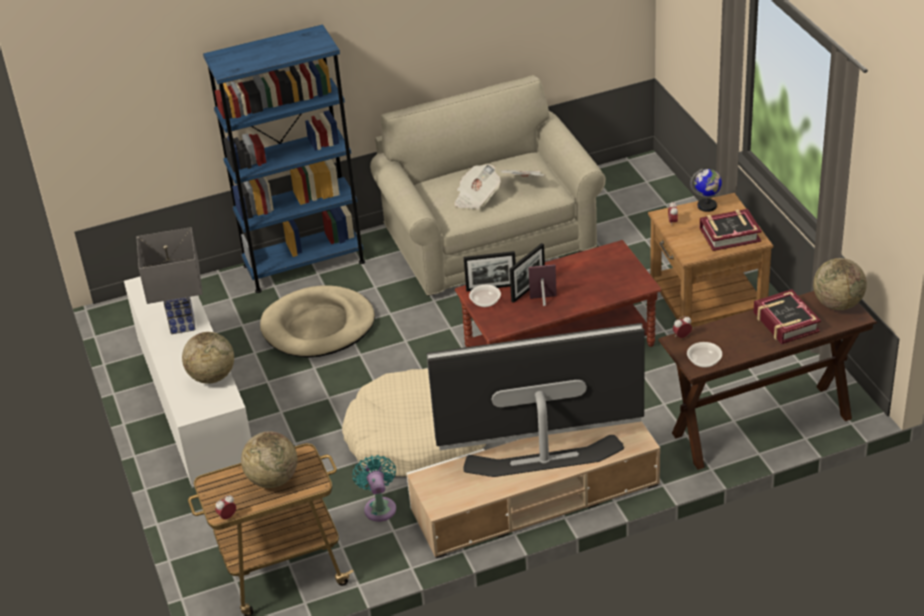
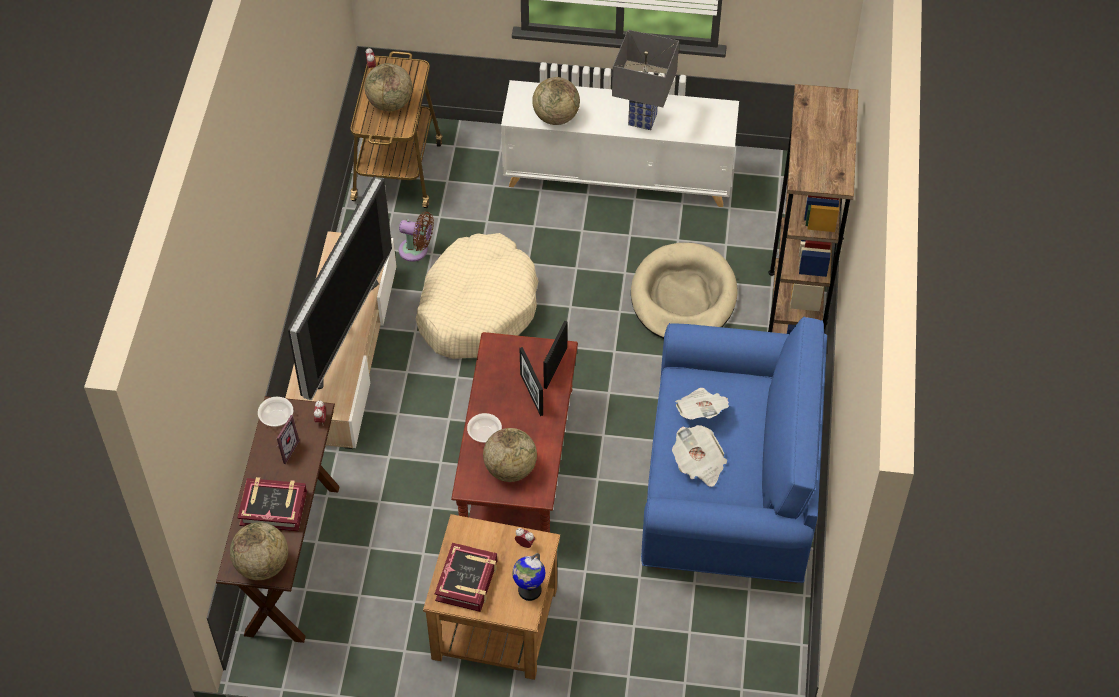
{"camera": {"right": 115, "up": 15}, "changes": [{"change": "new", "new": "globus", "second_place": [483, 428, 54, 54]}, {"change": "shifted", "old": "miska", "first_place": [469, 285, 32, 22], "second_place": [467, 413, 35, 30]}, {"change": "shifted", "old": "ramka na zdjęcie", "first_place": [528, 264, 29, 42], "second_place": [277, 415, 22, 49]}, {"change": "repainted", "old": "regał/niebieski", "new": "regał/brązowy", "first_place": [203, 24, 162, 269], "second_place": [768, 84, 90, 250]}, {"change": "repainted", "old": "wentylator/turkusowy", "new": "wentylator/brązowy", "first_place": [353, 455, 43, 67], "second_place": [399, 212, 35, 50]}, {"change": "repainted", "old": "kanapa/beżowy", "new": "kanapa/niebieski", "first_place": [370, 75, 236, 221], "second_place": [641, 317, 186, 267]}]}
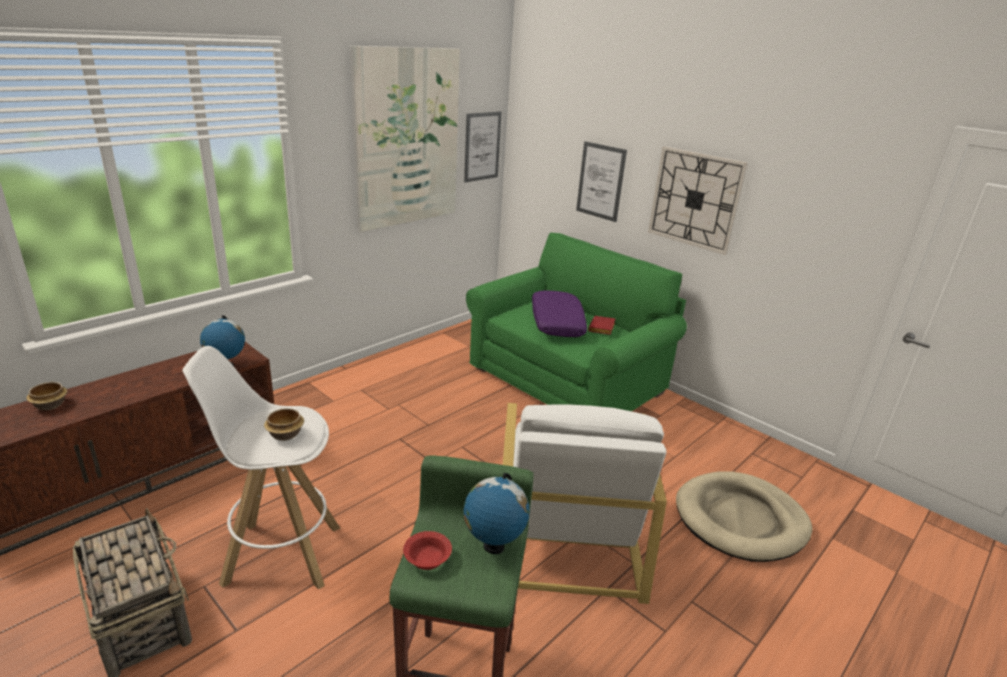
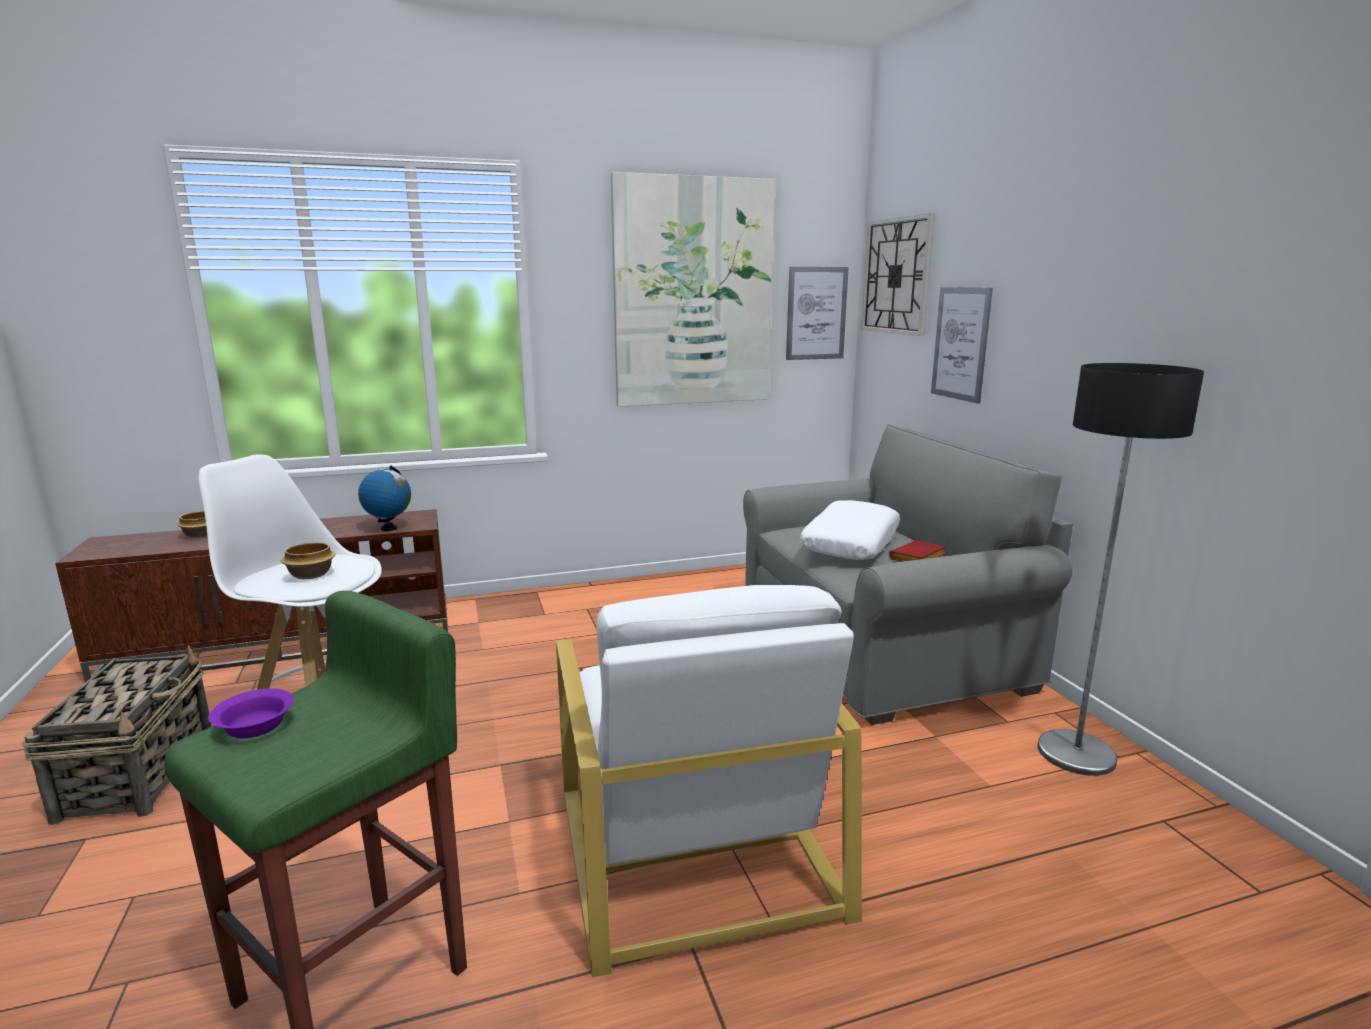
{"camera": {"right": 30, "up": -10}, "changes": [{"change": "gone", "old": "globus", "first_place": [464, 473, 66, 81]}, {"change": "gone", "old": "legowisko/beżowy", "first_place": [676, 471, 136, 91]}, {"change": "new", "new": "lampa stojąca", "second_place": [1038, 363, 166, 413]}, {"change": "shifted", "old": "zegar ścienny", "first_place": [648, 147, 100, 108], "second_place": [861, 213, 74, 123]}, {"change": "repainted", "old": "miska/czerwony", "new": "miska/fioletowy", "first_place": [403, 531, 49, 39], "second_place": [208, 689, 86, 49]}, {"change": "repainted", "old": "kanapa/zielony", "new": "kanapa/szary", "first_place": [466, 233, 221, 178], "second_place": [743, 425, 330, 300]}, {"change": "repainted", "old": "poduszka/fioletowy", "new": "poduszka/biały", "first_place": [532, 290, 55, 47], "second_place": [800, 500, 100, 60]}, {"change": "rotated", "old": "fotel/biały", "first_place": [503, 403, 164, 201], "second_place": [556, 585, 306, 392], "degrees": -45}]}
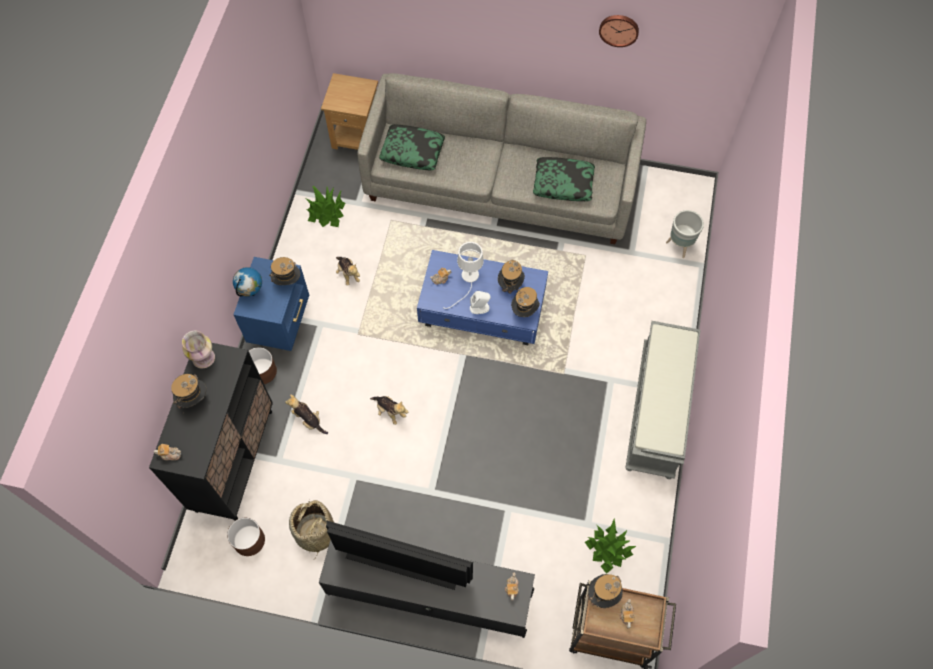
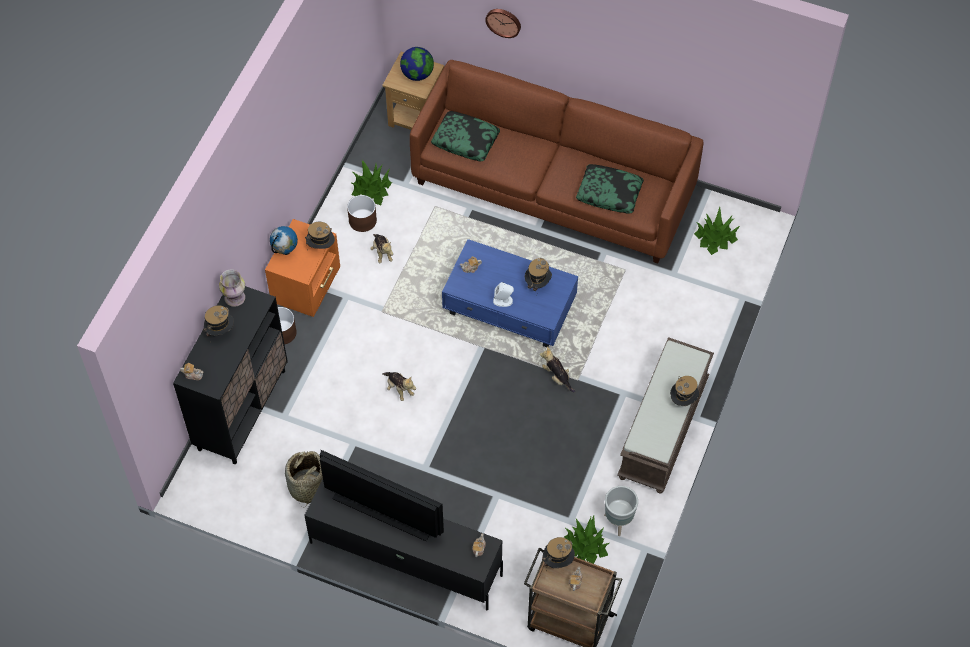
{"camera": {"right": 10, "up": -5}, "changes": [{"change": "gone", "old": "lampa stołowa/biały", "first_place": [443, 242, 41, 67]}, {"change": "new", "new": "globus", "second_place": [400, 47, 34, 34]}, {"change": "new", "new": "roślina doniczkowa", "second_place": [694, 207, 46, 48]}, {"change": "shifted", "old": "donica/brązowy", "first_place": [227, 518, 38, 38], "second_place": [347, 195, 30, 37]}, {"change": "shifted", "old": "pluszak", "first_place": [285, 394, 43, 40], "second_place": [540, 347, 35, 46]}, {"change": "shifted", "old": "kapelusz", "first_place": [511, 287, 29, 30], "second_place": [670, 376, 29, 30]}, {"change": "shifted", "old": "zegar ścienny", "first_place": [599, 15, 40, 32], "second_place": [485, 9, 36, 29]}, {"change": "shifted", "old": "donica/szary", "first_place": [666, 210, 38, 48], "second_place": [604, 486, 34, 50]}, {"change": "repainted", "old": "szafka nocna/niebieski", "new": "szafka nocna/pomarańczowy", "first_place": [233, 257, 76, 94], "second_place": [265, 219, 75, 98]}, {"change": "repainted", "old": "kanapa/szary", "new": "kanapa/brązowy", "first_place": [357, 73, 289, 171], "second_place": [410, 60, 294, 204]}, {"change": "repainted", "old": "ławka/szary", "new": "ławka/brązowy", "first_place": [625, 321, 75, 158], "second_place": [617, 337, 97, 156]}]}
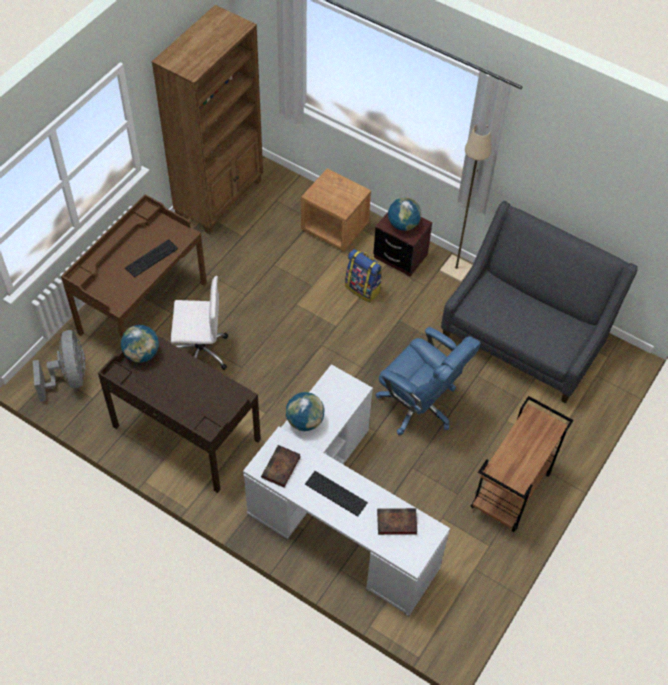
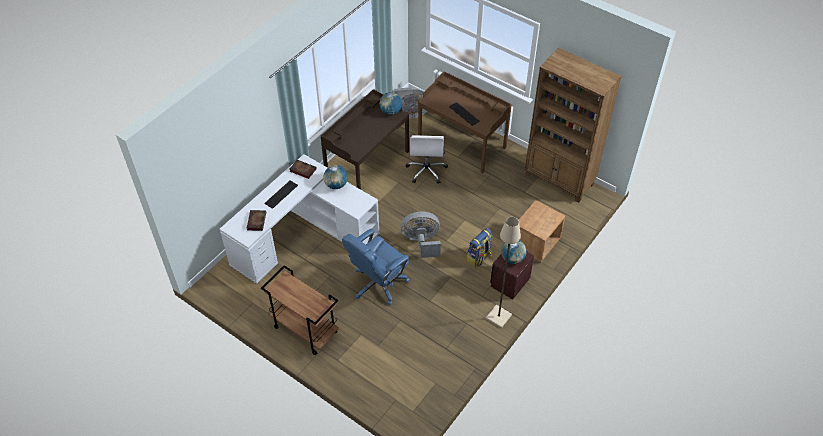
{"camera": {"right": 95, "up": -5}, "changes": [{"change": "gone", "old": "kanapa/szary", "first_place": [441, 201, 197, 203]}, {"change": "new", "new": "wentylator/szary", "second_place": [400, 212, 41, 46]}]}
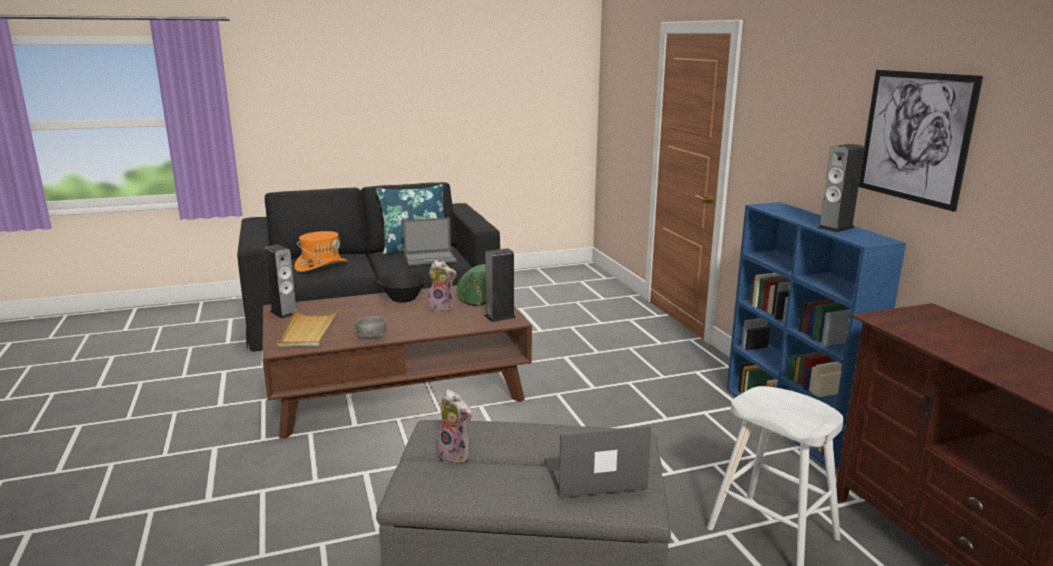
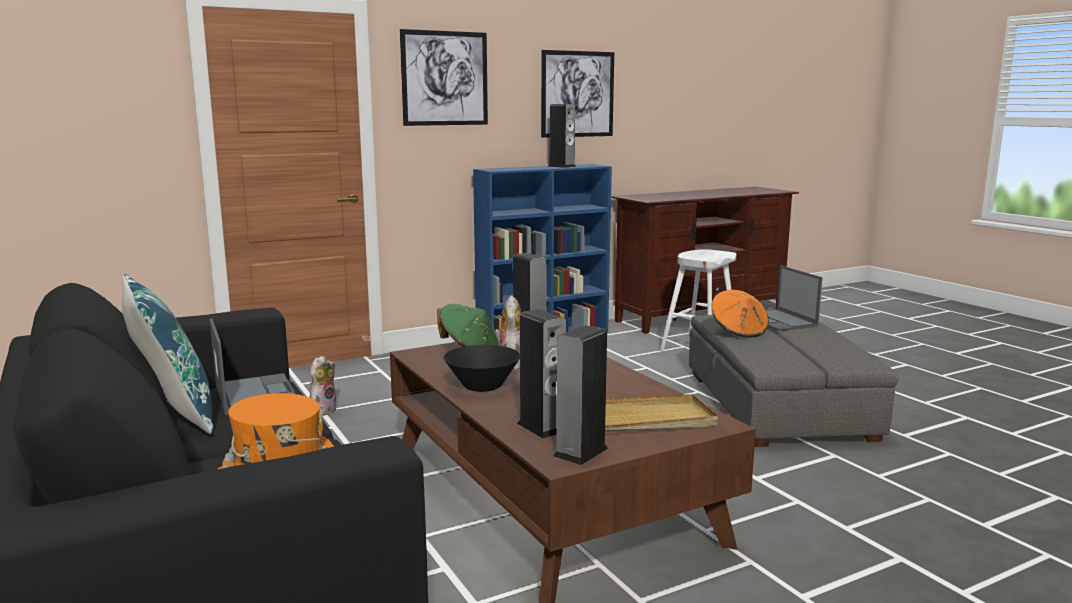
{"camera": {"right": -100, "up": -5}, "changes": [{"change": "gone", "old": "miska/szary", "first_place": [354, 316, 33, 23]}, {"change": "new", "new": "obraz", "second_place": [400, 29, 88, 97]}, {"change": "new", "new": "głośnik", "second_place": [517, 309, 49, 129]}, {"change": "new", "new": "kapelusz/pomarańczowy", "second_place": [712, 290, 57, 48]}, {"change": "shifted", "old": "pluszak", "first_place": [438, 389, 34, 76], "second_place": [310, 355, 26, 61]}]}
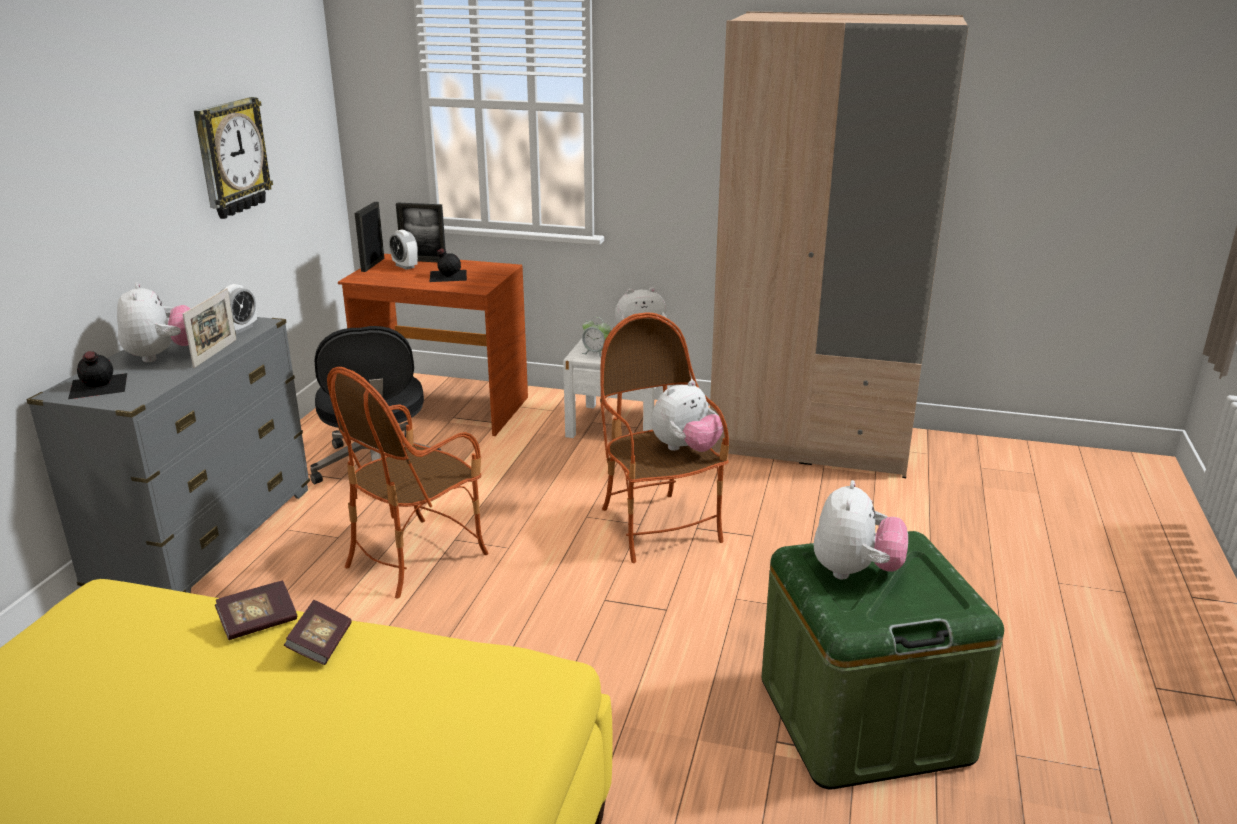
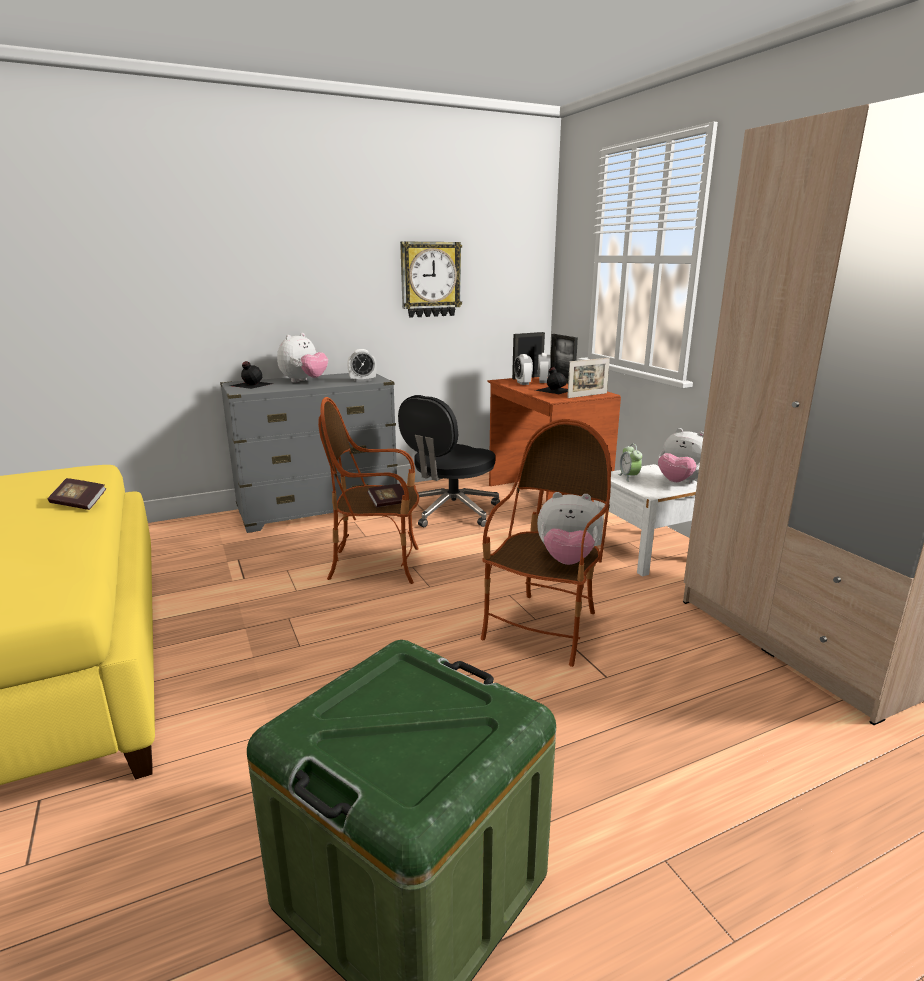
{"camera": {"right": 50, "up": -5}, "changes": [{"change": "gone", "old": "pluszak", "first_place": [814, 480, 94, 100]}, {"change": "new", "new": "budzik", "second_place": [514, 354, 19, 31]}, {"change": "shifted", "old": "ramka na zdjęcie", "first_place": [183, 288, 53, 80], "second_place": [567, 358, 43, 40]}, {"change": "shifted", "old": "książka", "first_place": [284, 600, 68, 65], "second_place": [367, 484, 38, 23]}]}
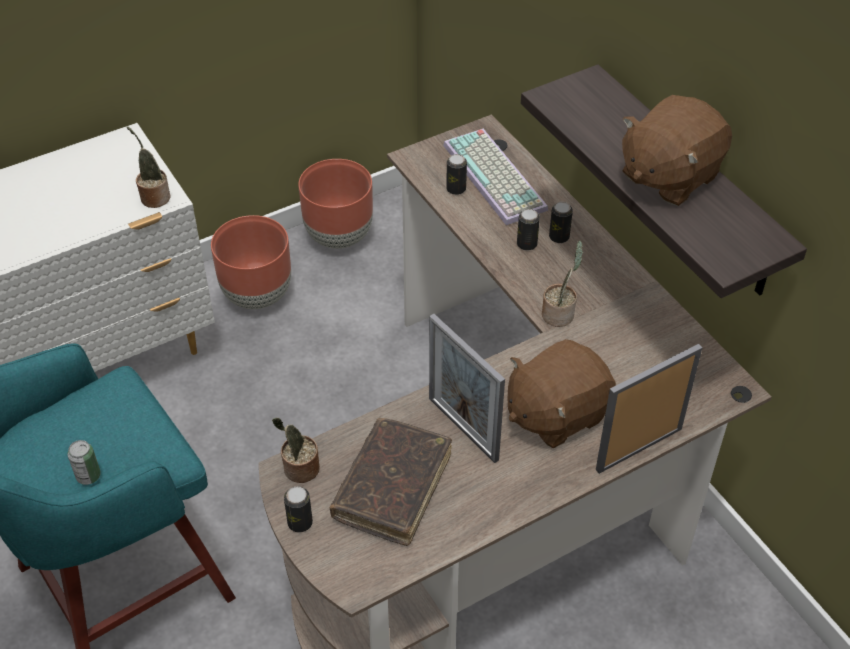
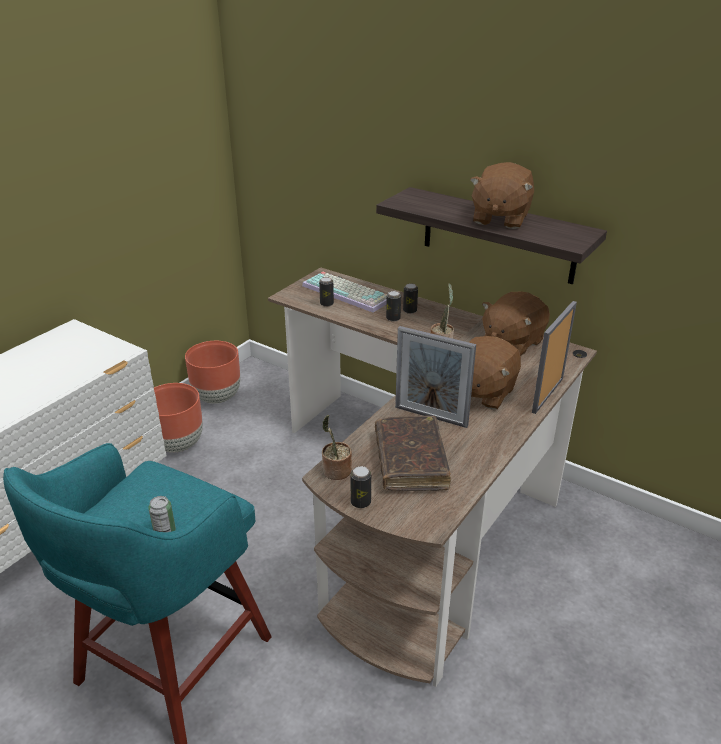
{"camera": {"right": -25, "up": -15}, "changes": [{"change": "gone", "old": "roślina doniczkowa", "first_place": [127, 126, 44, 82]}, {"change": "new", "new": "pluszak/brązowy", "second_place": [482, 291, 68, 65]}]}
